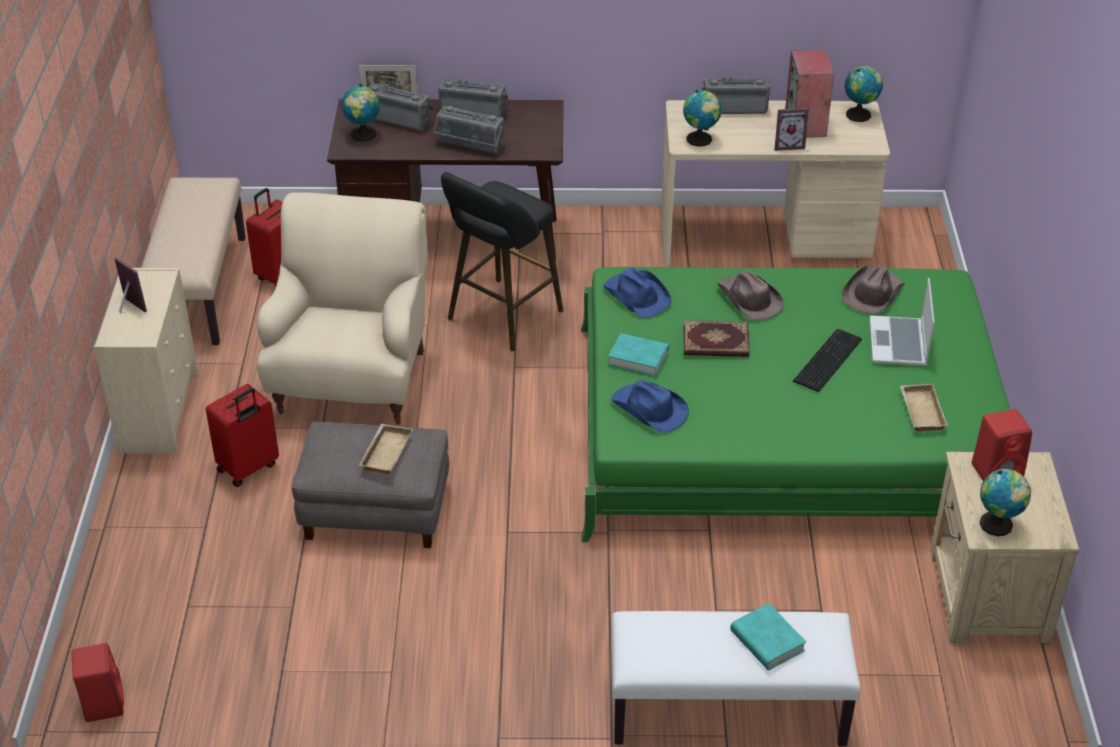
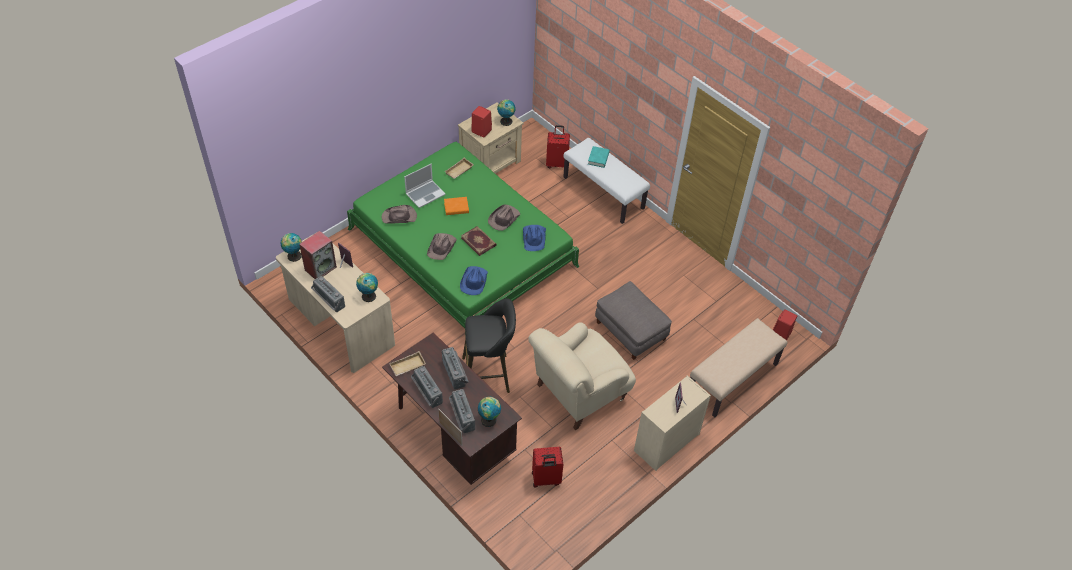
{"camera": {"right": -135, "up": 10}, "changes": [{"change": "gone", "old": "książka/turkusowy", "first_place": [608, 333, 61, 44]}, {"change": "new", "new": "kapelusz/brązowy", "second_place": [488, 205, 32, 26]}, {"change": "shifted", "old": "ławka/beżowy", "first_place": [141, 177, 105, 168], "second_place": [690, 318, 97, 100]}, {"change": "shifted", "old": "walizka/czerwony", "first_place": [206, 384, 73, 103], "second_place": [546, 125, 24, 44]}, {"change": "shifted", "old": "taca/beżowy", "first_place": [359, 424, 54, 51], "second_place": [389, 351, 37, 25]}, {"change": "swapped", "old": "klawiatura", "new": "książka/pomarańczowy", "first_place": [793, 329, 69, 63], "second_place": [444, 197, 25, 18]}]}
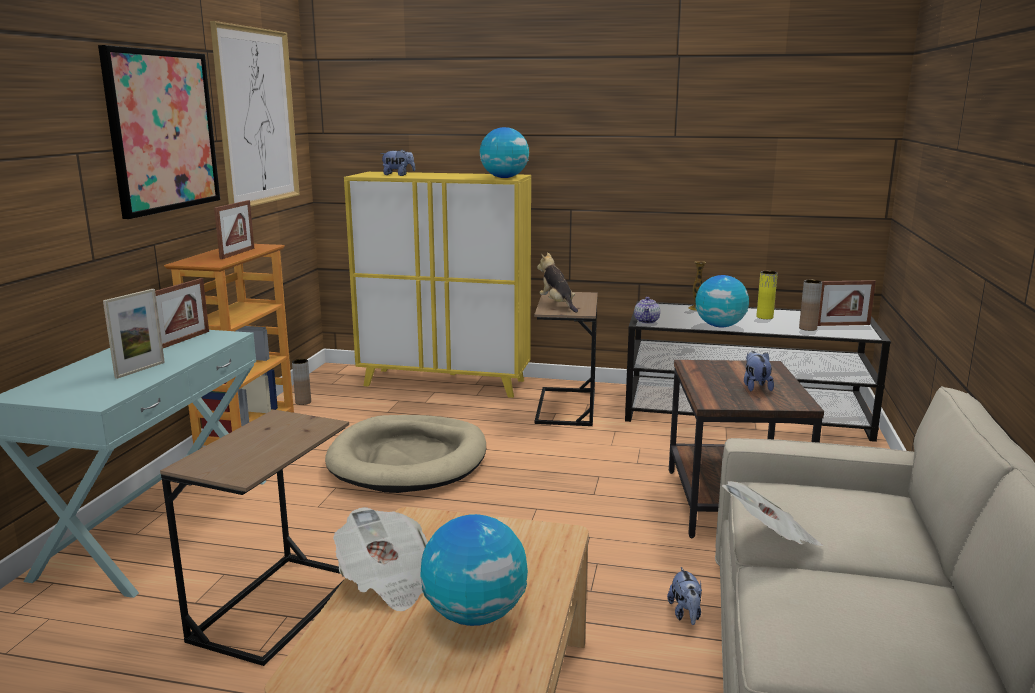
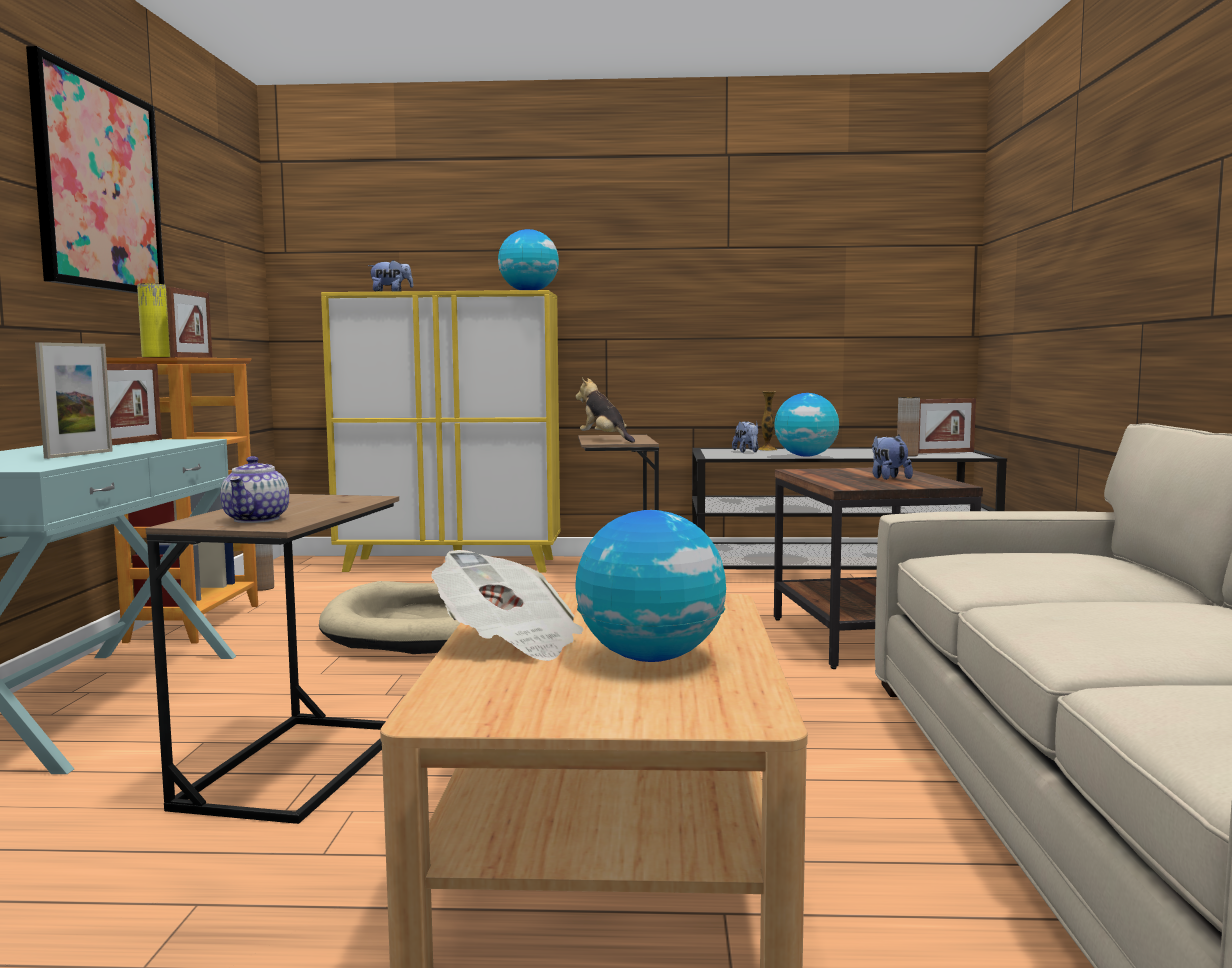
{"camera": {"right": -10, "up": -10}, "changes": [{"change": "gone", "old": "obraz", "first_place": [210, 21, 90, 186]}, {"change": "gone", "old": "gazeta", "first_place": [721, 481, 102, 65]}, {"change": "shifted", "old": "imbryk", "first_place": [634, 297, 26, 27], "second_place": [220, 456, 69, 67]}, {"change": "shifted", "old": "pluszak", "first_place": [667, 567, 35, 58], "second_place": [732, 421, 26, 32]}, {"change": "shifted", "old": "wazon/żółty", "first_place": [756, 271, 22, 48], "second_place": [137, 283, 33, 75]}]}
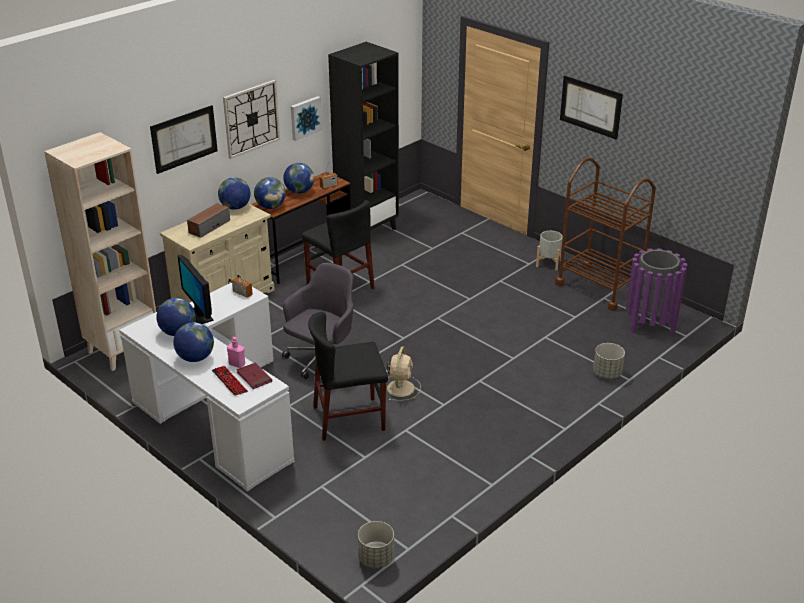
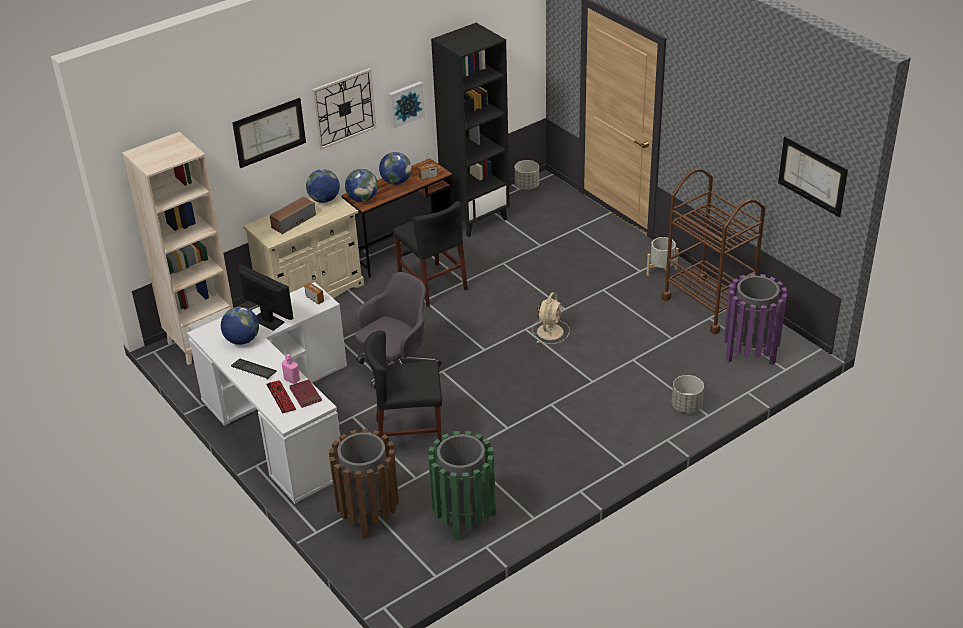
{"camera": {"right": 10, "up": 5}, "changes": [{"change": "new", "new": "kosz na śmieci/brązowy", "second_place": [329, 429, 70, 110]}, {"change": "new", "new": "kosz na śmieci/zielony", "second_place": [428, 431, 68, 110]}, {"change": "shifted", "old": "donica/szary", "first_place": [358, 521, 36, 47], "second_place": [515, 160, 24, 30]}, {"change": "shifted", "old": "wentylator/beżowy", "first_place": [387, 346, 34, 55], "second_place": [532, 292, 38, 52]}, {"change": "shifted", "old": "obraz", "first_place": [560, 76, 63, 64], "second_place": [778, 136, 70, 81]}, {"change": "swapped", "old": "globus", "new": "klawiatura", "first_place": [173, 322, 41, 40], "second_place": [231, 359, 46, 20]}, {"change": "rotated", "old": "monitor", "first_place": [177, 255, 37, 69], "second_place": [238, 264, 55, 67], "degrees": 150}]}
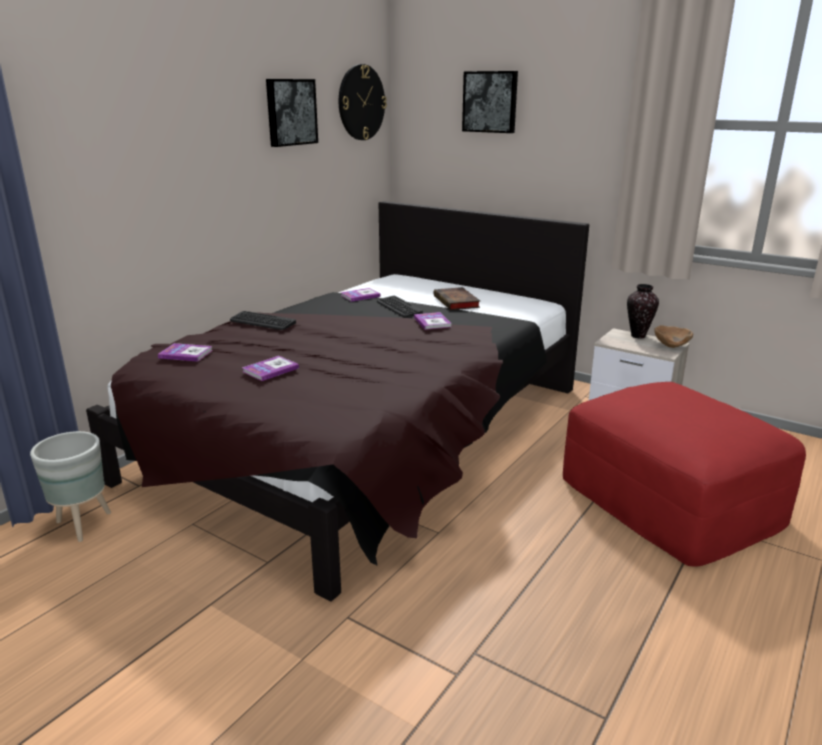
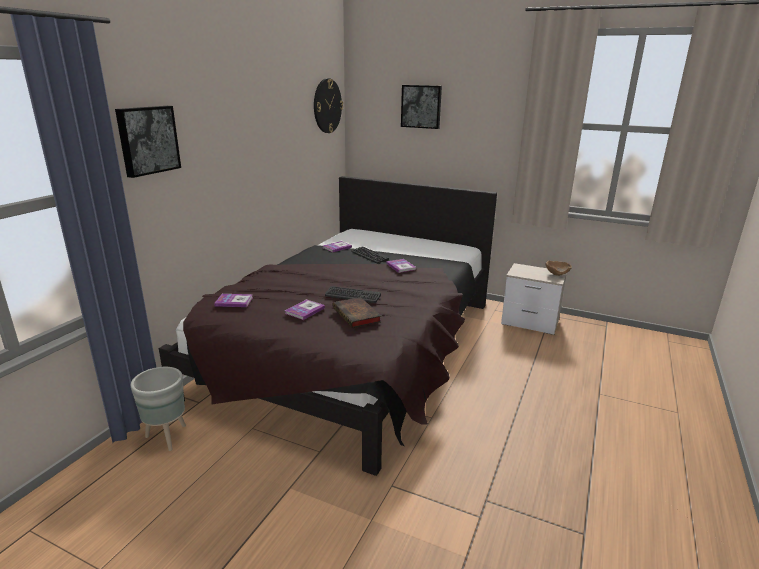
{"camera": {"right": -10, "up": 0}, "changes": [{"change": "gone", "old": "pufa/czerwony", "first_place": [563, 382, 243, 184]}, {"change": "gone", "old": "wazon", "first_place": [627, 284, 32, 54]}, {"change": "shifted", "old": "klawiatura", "first_place": [230, 311, 66, 19], "second_place": [325, 286, 56, 17]}, {"change": "shifted", "old": "obraz", "first_place": [266, 79, 52, 68], "second_place": [115, 106, 66, 72]}, {"change": "shifted", "old": "książka", "first_place": [433, 287, 47, 23], "second_place": [333, 297, 48, 31]}]}
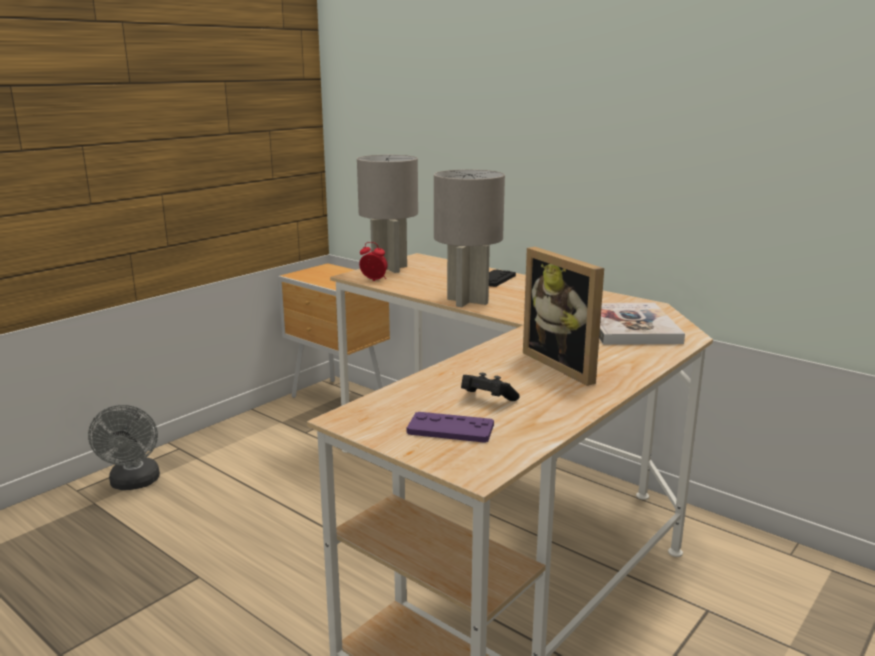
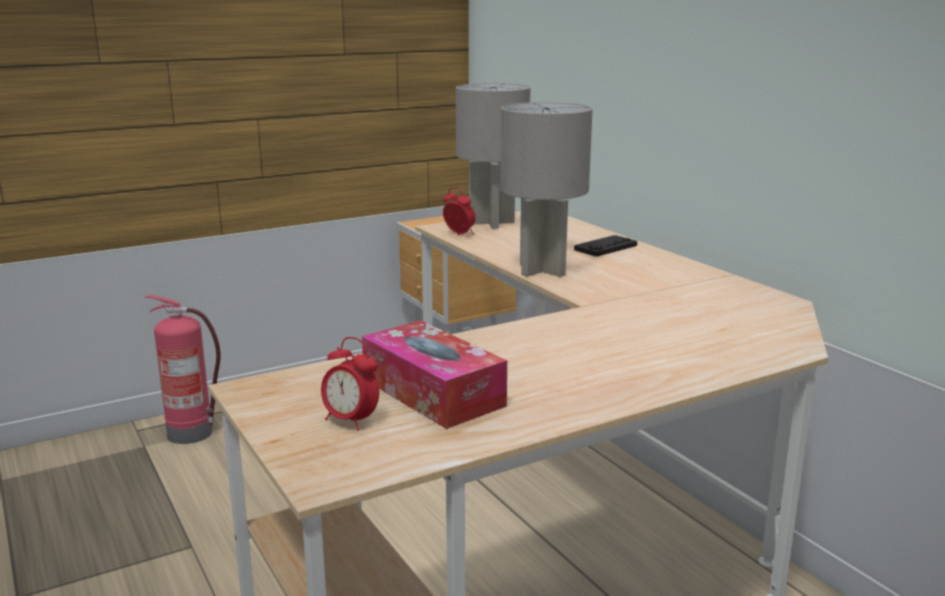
{"camera": {"right": 20, "up": 0}, "changes": [{"change": "gone", "old": "ramka na zdjęcie", "first_place": [523, 247, 81, 139]}, {"change": "gone", "old": "książka", "first_place": [599, 303, 86, 42]}, {"change": "swapped", "old": "wentylator/szary", "new": "gaśnica", "first_place": [88, 405, 72, 85], "second_place": [145, 295, 76, 149]}, {"change": "swapped", "old": "pad do gier/fioletowy", "new": "budzik", "first_place": [407, 412, 87, 31], "second_place": [321, 337, 58, 94]}, {"change": "swapped", "old": "pad do gier/czarny", "new": "pudełko chusteczek", "first_place": [461, 373, 59, 28], "second_place": [362, 320, 145, 109]}]}
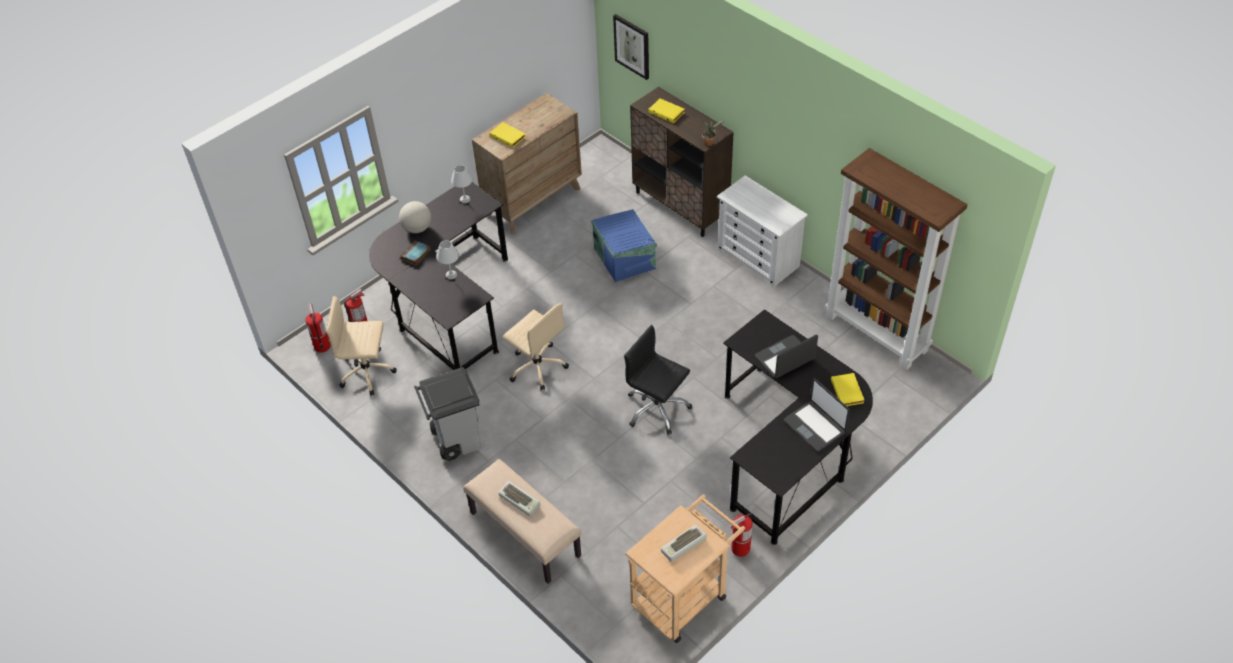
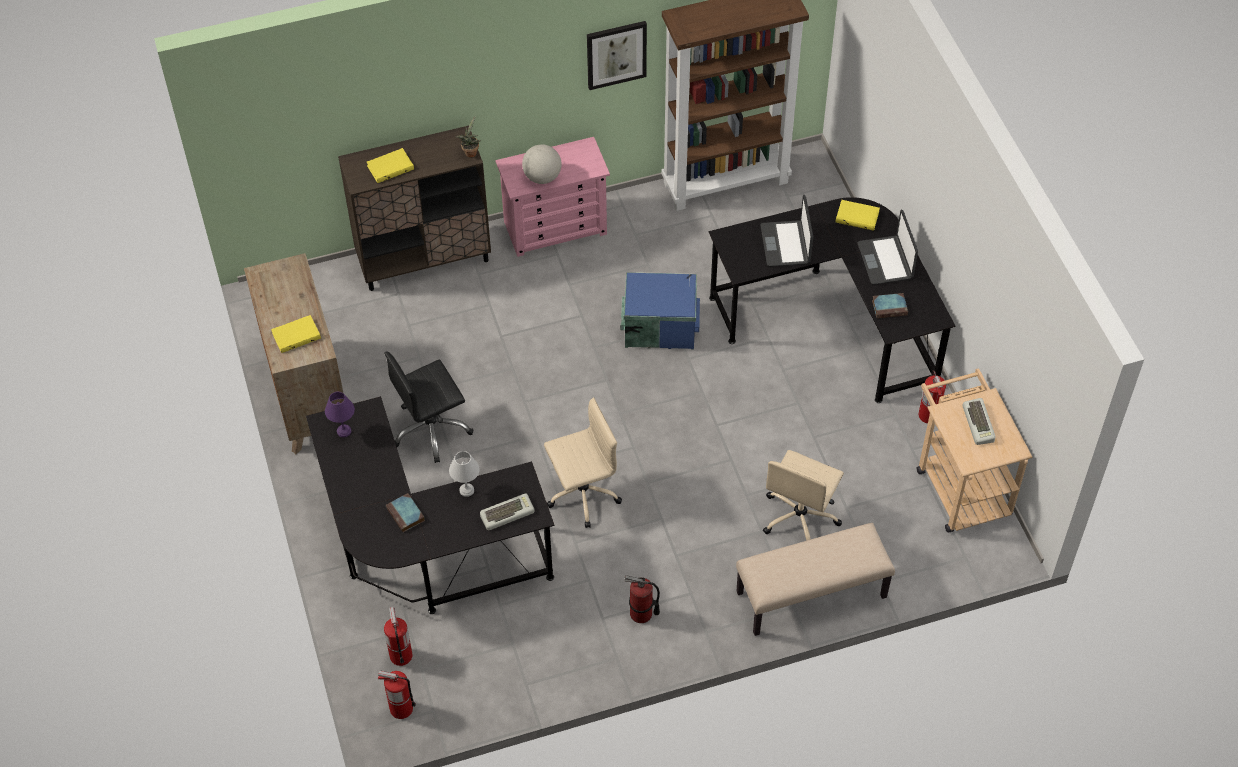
{"camera": {"right": -65, "up": 5}, "changes": [{"change": "new", "new": "książka", "second_place": [872, 293, 36, 25]}, {"change": "shifted", "old": "krzesło biurowe/beżowy", "first_place": [326, 296, 70, 100], "second_place": [763, 450, 81, 91]}, {"change": "shifted", "old": "globus", "first_place": [399, 201, 32, 32], "second_place": [522, 144, 40, 40]}, {"change": "shifted", "old": "klawiatura", "first_place": [499, 481, 41, 35], "second_place": [480, 493, 54, 37]}, {"change": "shifted", "old": "pojemnik do przechowywania/niebieski", "first_place": [591, 209, 66, 74], "second_place": [621, 272, 79, 78]}, {"change": "shifted", "old": "obraz", "first_place": [613, 14, 36, 66], "second_place": [587, 21, 60, 69]}, {"change": "shifted", "old": "krzesło biurowe/czarny", "first_place": [624, 325, 68, 110], "second_place": [384, 351, 89, 112]}, {"change": "swapped", "old": "kosz na śmieci/szary", "new": "gaśnica", "first_place": [414, 367, 67, 94], "second_place": [624, 575, 36, 48]}, {"change": "repainted", "old": "lampa stołowa/biały", "new": "lampa stołowa/fioletowy", "first_place": [451, 165, 22, 38], "second_place": [325, 392, 30, 45]}, {"change": "repainted", "old": "komoda/biały", "new": "komoda/różowy", "first_place": [717, 176, 91, 111], "second_place": [496, 137, 114, 120]}, {"change": "rotated", "old": "laptop", "first_place": [784, 379, 66, 72], "second_place": [857, 210, 61, 75], "degrees": 90}]}
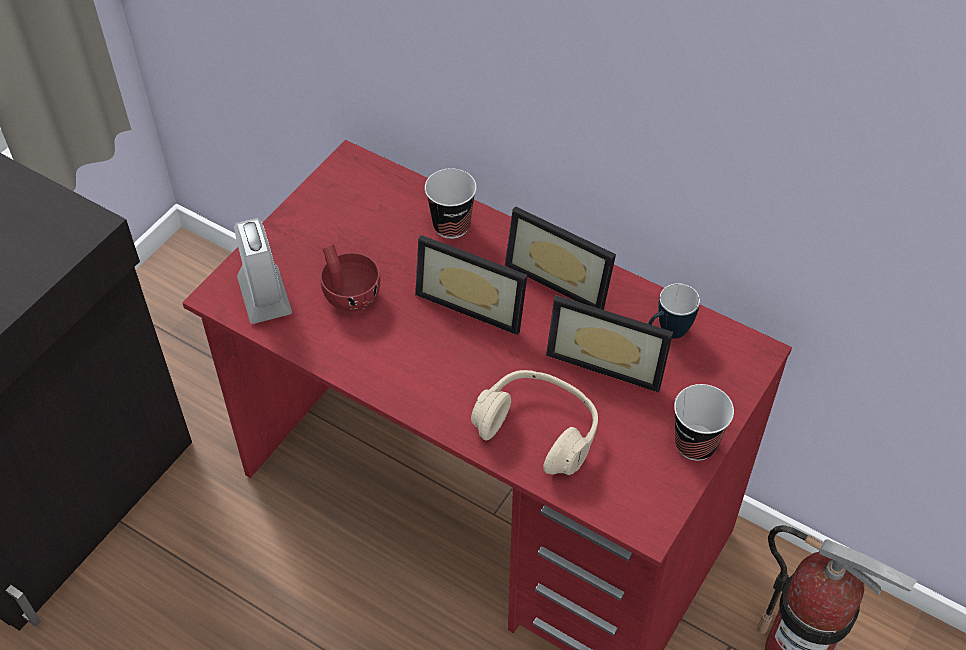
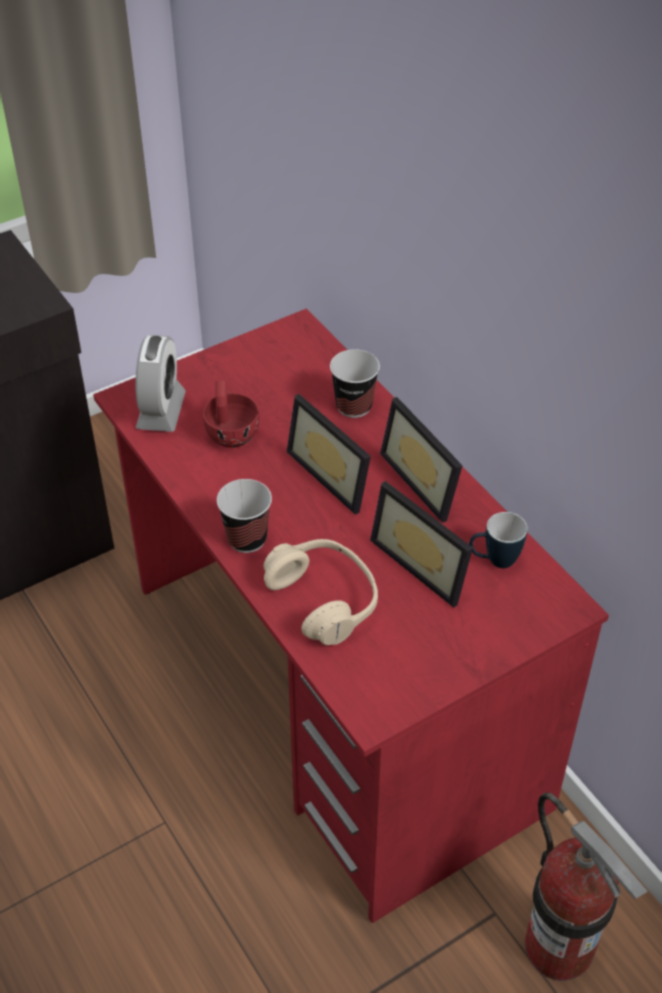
{"camera": {"right": 25, "up": -5}, "changes": [{"change": "shifted", "old": "filiżanka", "first_place": [674, 384, 60, 77], "second_place": [217, 479, 55, 74]}]}
